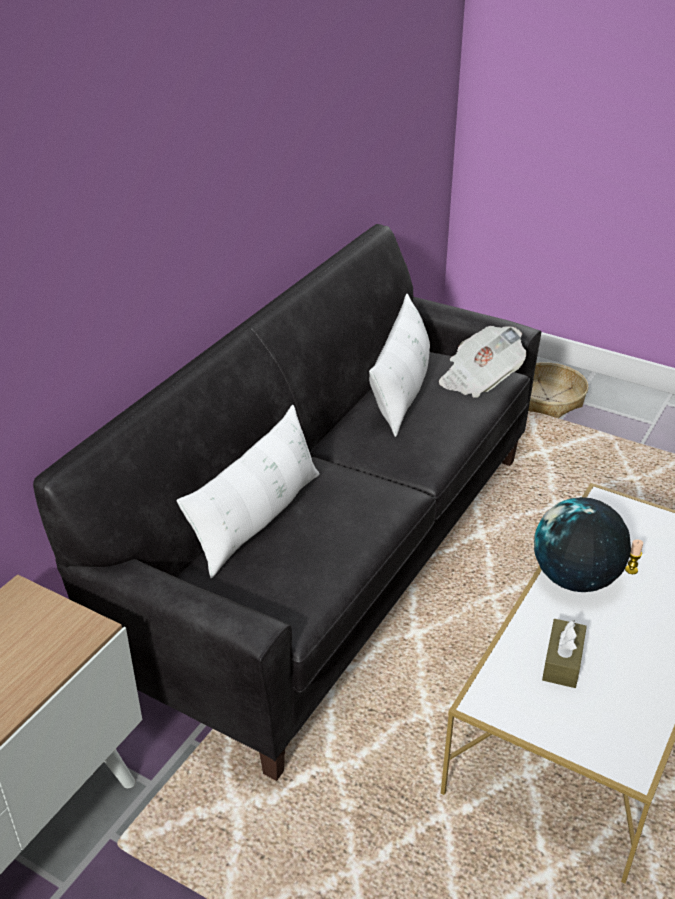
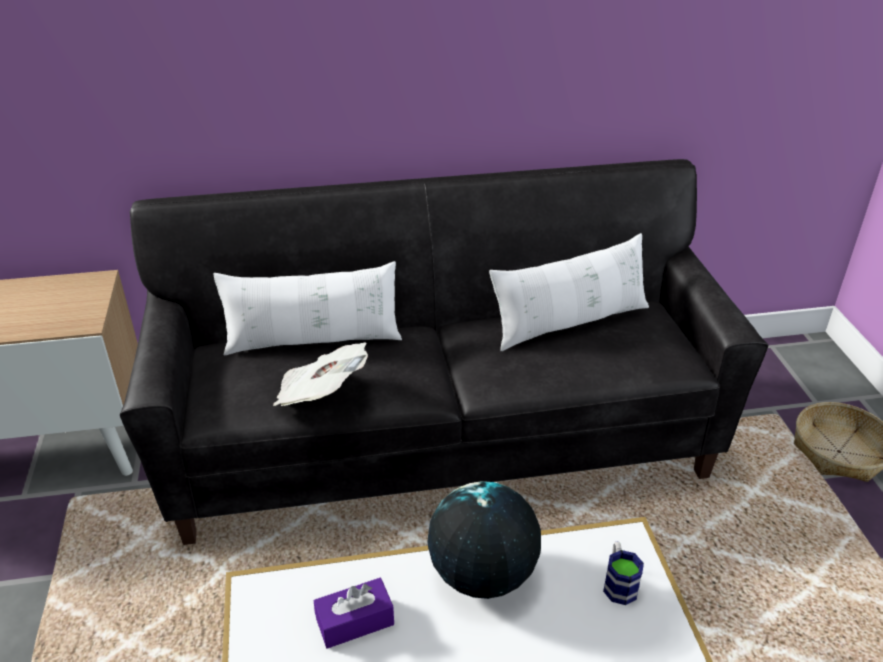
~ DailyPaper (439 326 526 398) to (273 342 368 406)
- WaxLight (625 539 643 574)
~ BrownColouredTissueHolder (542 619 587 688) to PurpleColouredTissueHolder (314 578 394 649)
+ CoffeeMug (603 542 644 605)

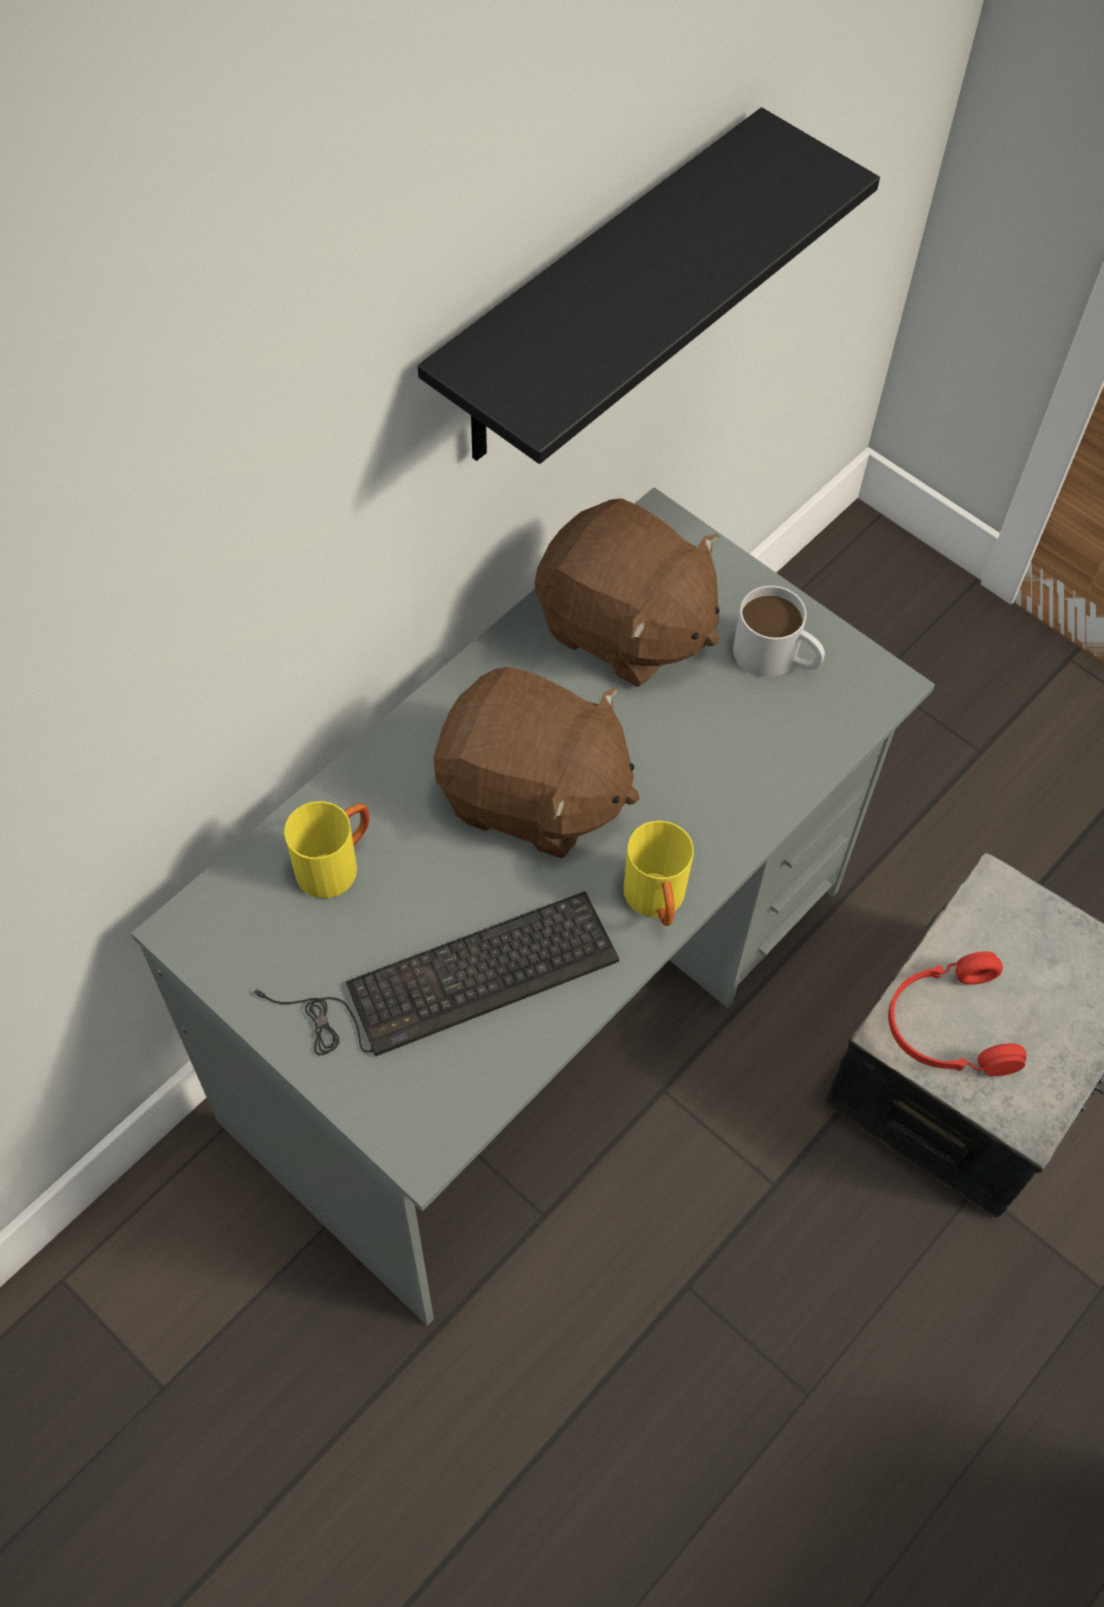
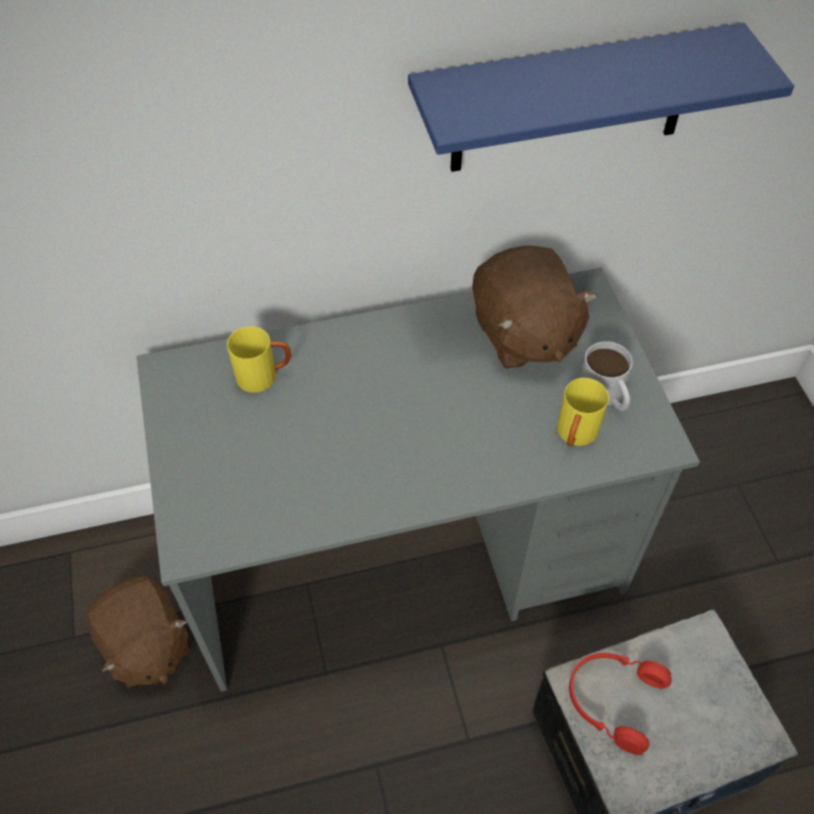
~ BlackishBracketShelf (418 107 880 464) to BlueBracketShelf (408 23 794 172)
~ BrownColouredSoftToy (433 667 640 858) to (87 576 190 688)
~ YellowishCoffeeMug (624 821 694 926) to (557 378 609 446)
- ComputerKeyboard (254 891 619 1057)

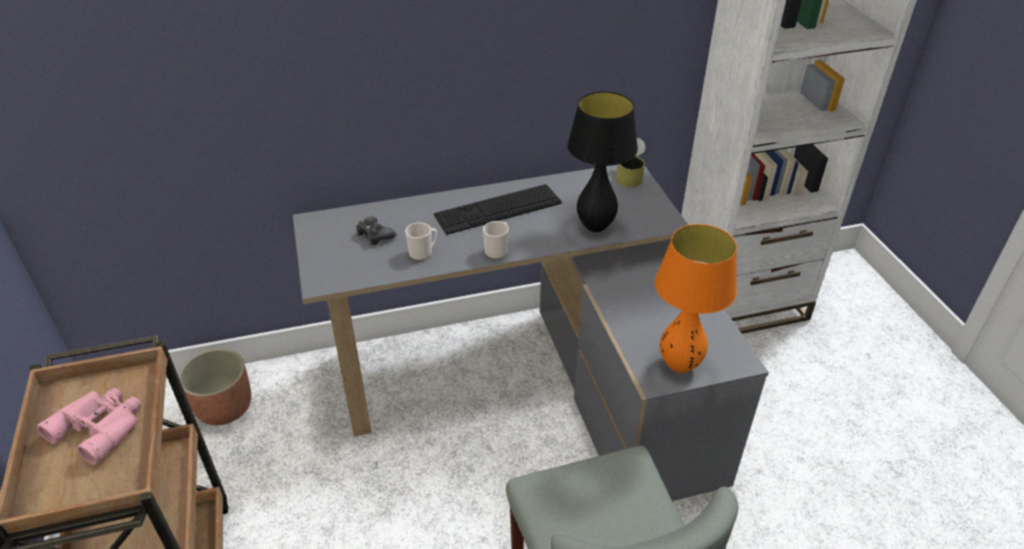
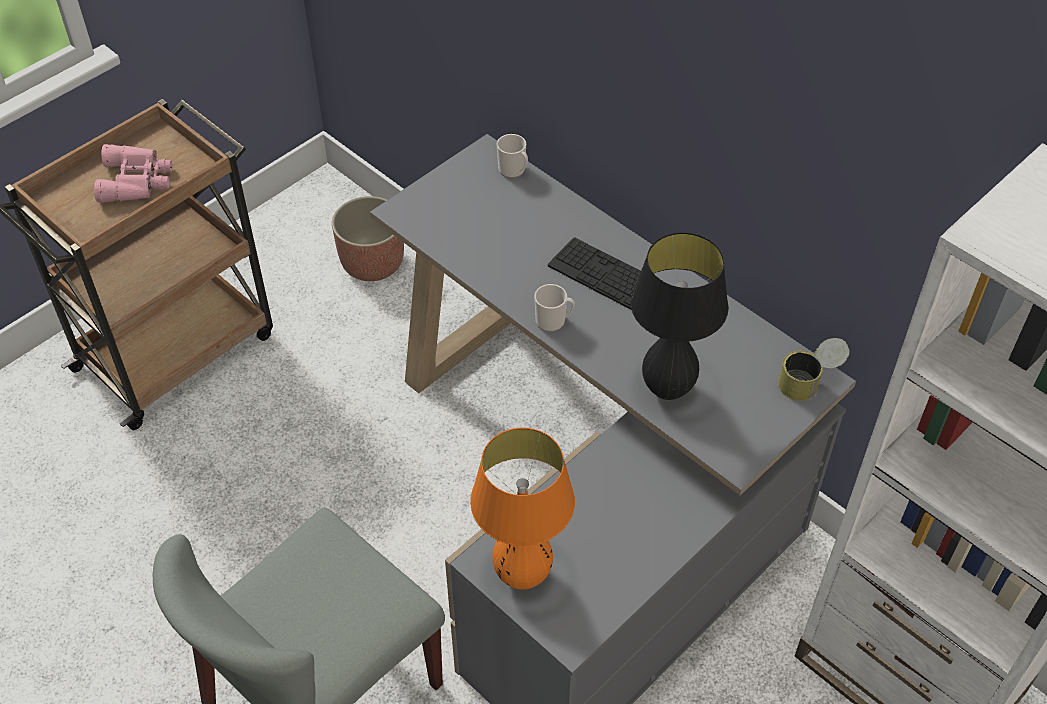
- BlackishJoypad (356 216 397 245)
~ CoffeeMug (405 222 437 260) to (497 134 528 178)

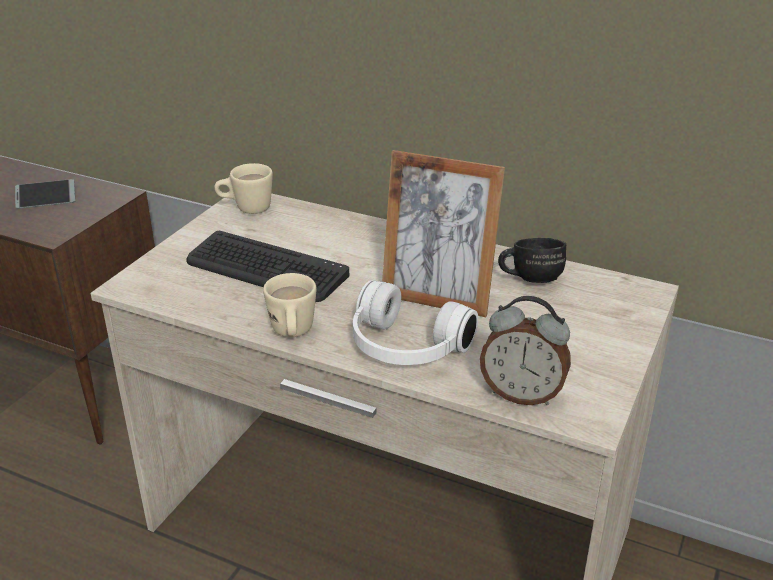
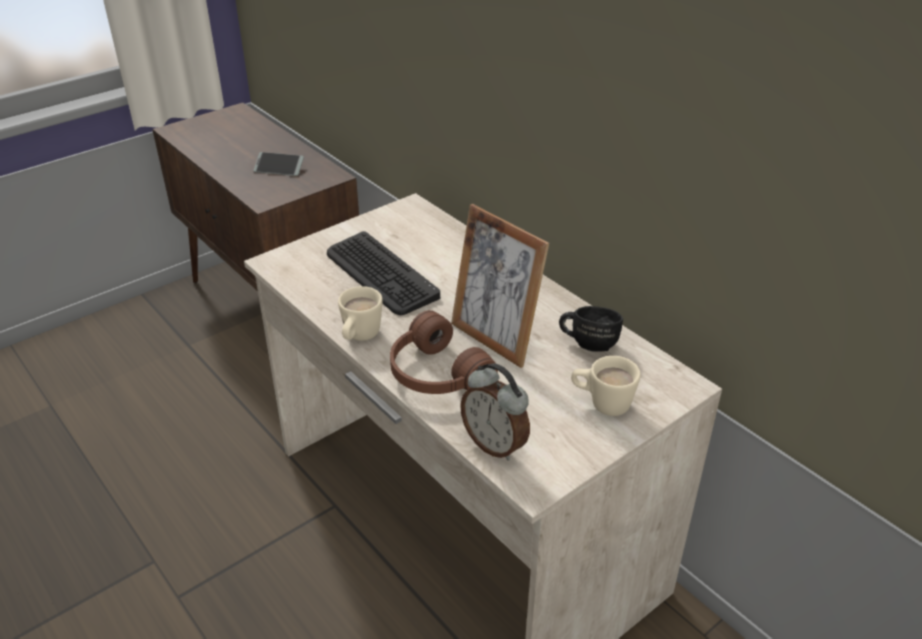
~ SandColouredCoffeeMug (215 163 273 214) to (571 356 641 416)
~ WhiteHeadphones (353 280 478 365) to BrownColouredHeadphones (390 310 498 394)

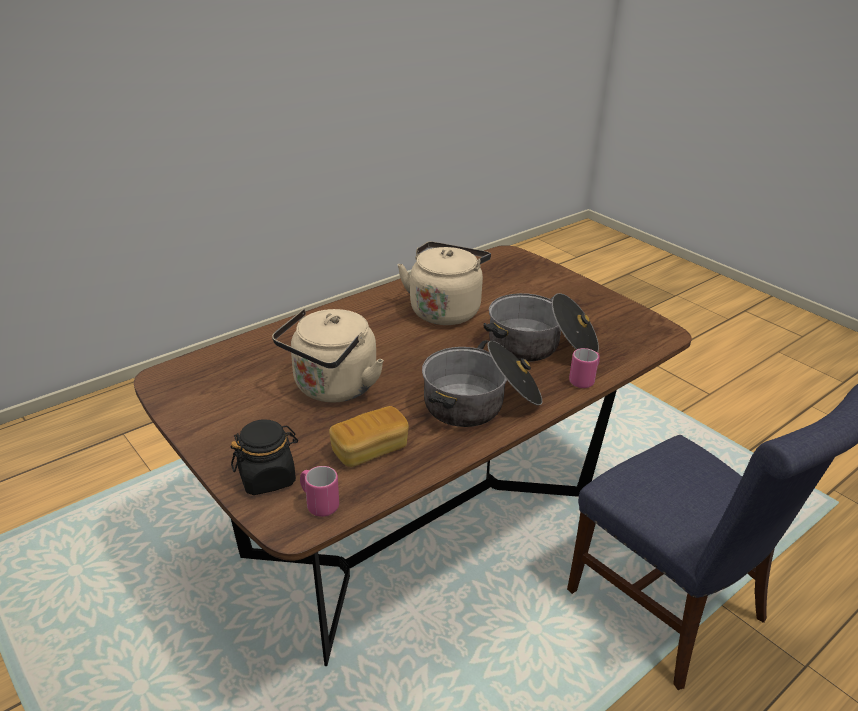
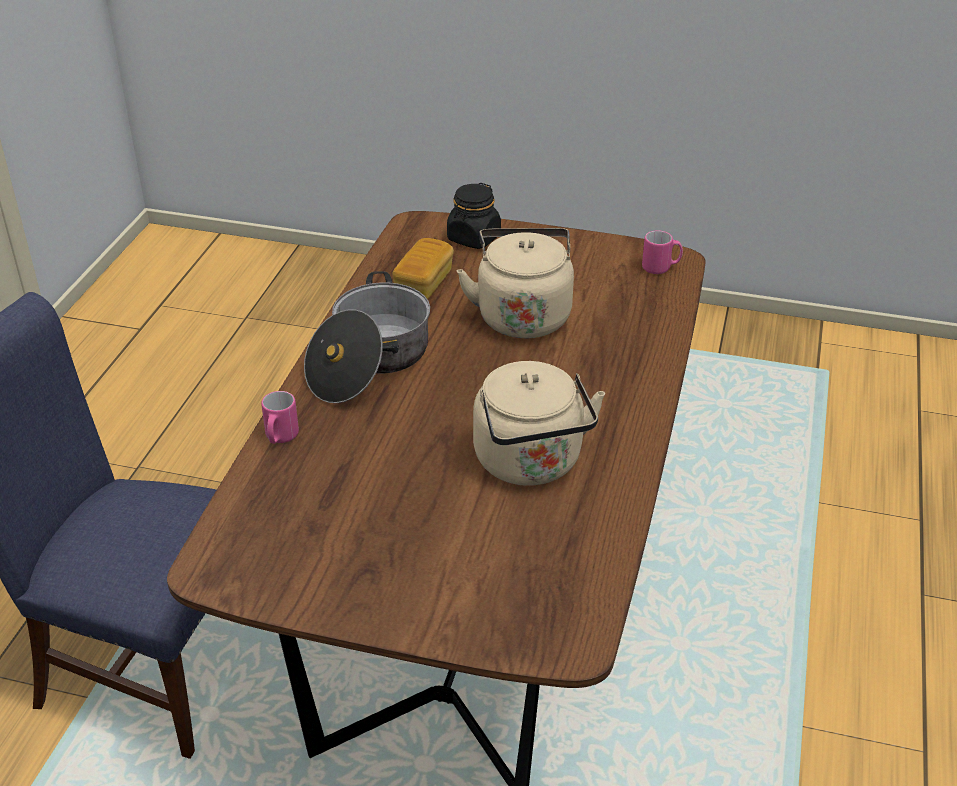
- Stockpot (483 293 599 362)
~ PinkishCoffeeMug (300 466 339 517) to (642 230 683 274)

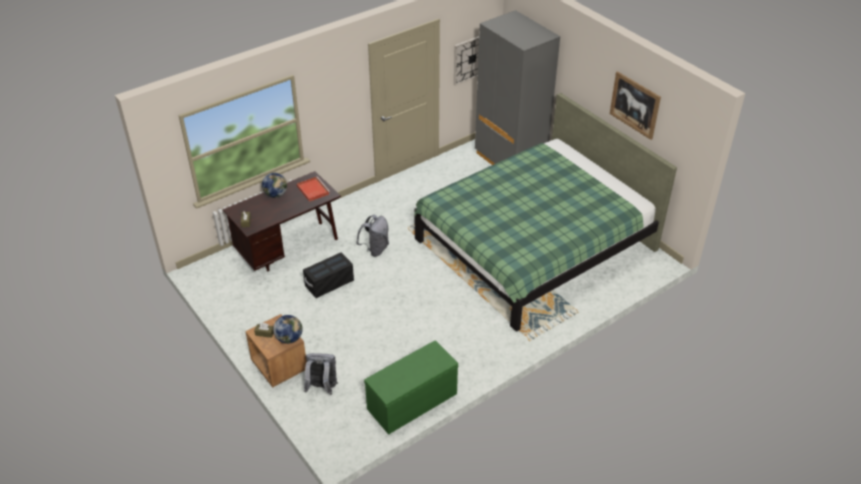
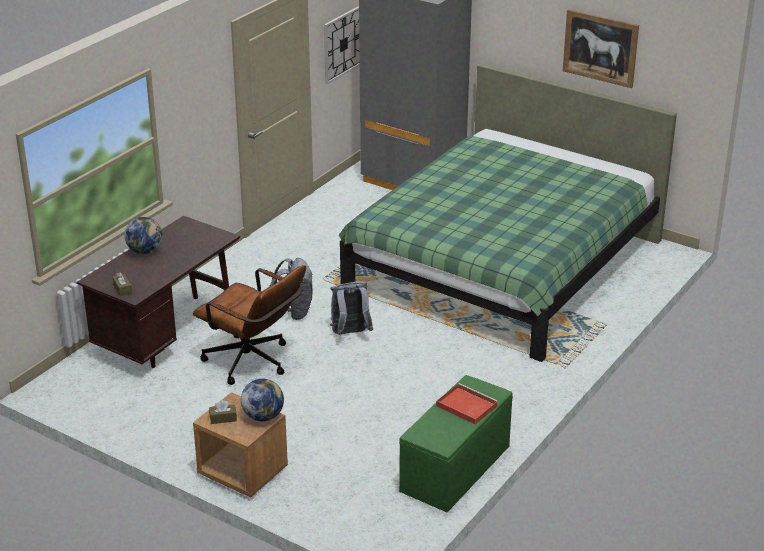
~ RedColouredCarryingTray (297 177 329 202) to (436 383 498 425)
~ BlackishStorageContainer (303 252 354 298) to BrownColouredOfficeChair (193 265 306 385)
~ GreyishKnapsack (304 353 338 395) to (330 281 373 335)

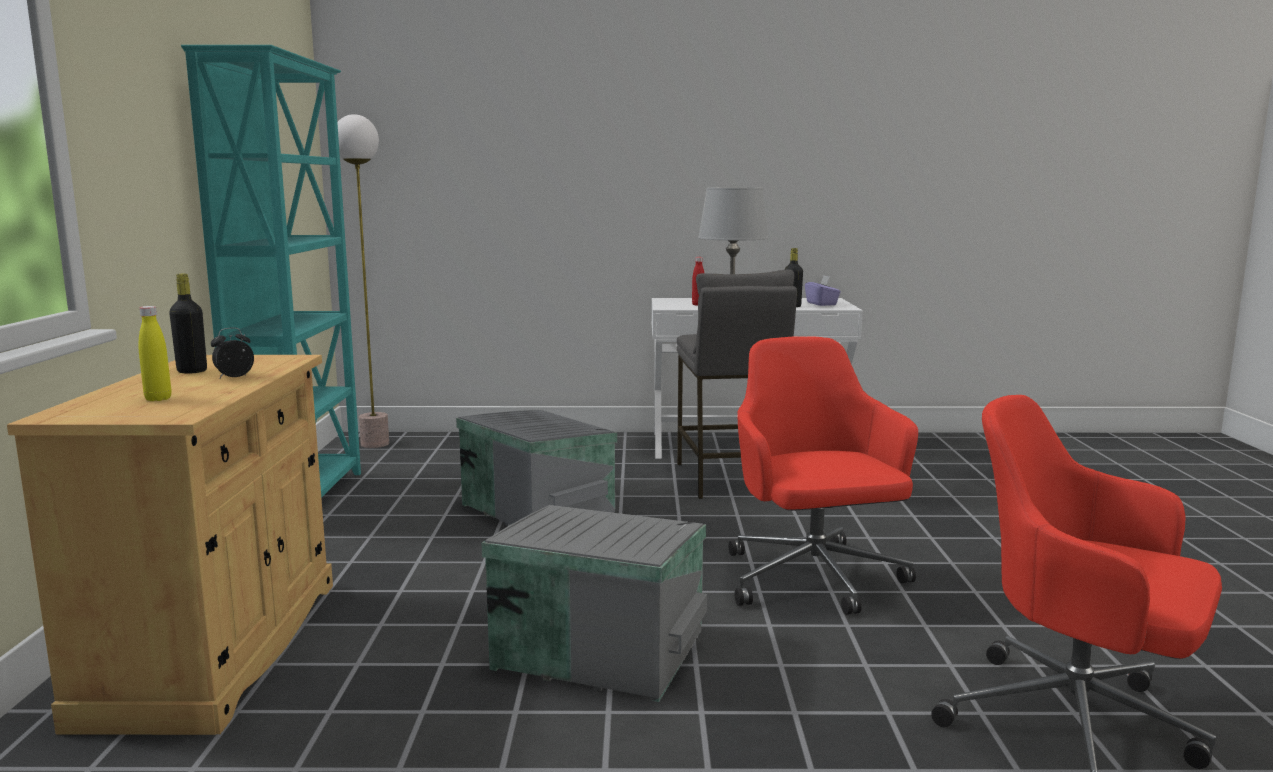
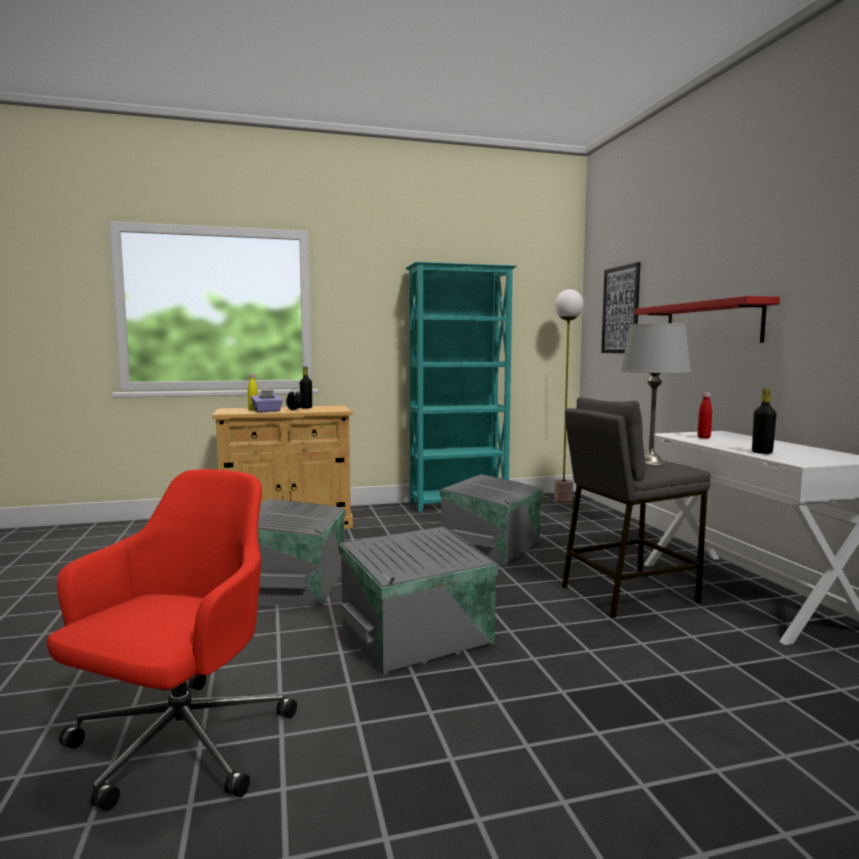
~ PurpleColouredTissueHolder (805 276 841 306) to (251 390 283 412)
~ RedColouredOfficeChair (729 336 918 615) to GreyishStorageContainer (339 527 498 675)
+ WallPicture (601 262 641 353)
+ RedColouredBracketShelf (635 296 780 343)

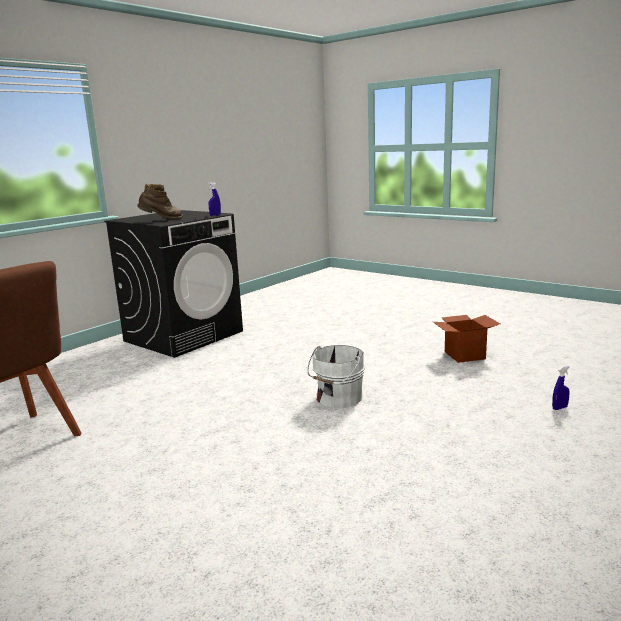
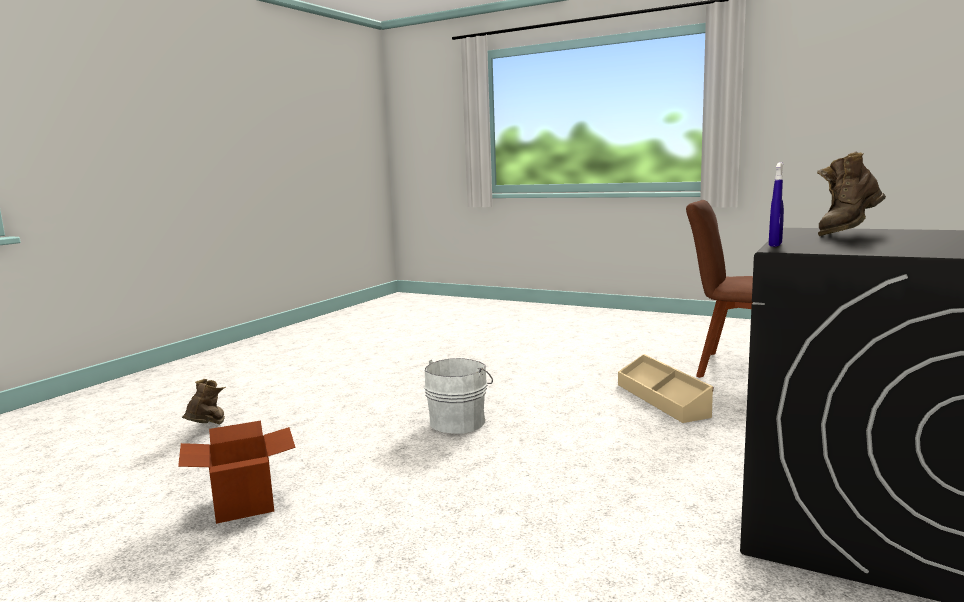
~ BlueHandSprayer (552 366 570 410) to BrownColouredBoot (182 379 226 425)
+ SandColouredStorageContainer (618 354 713 423)

